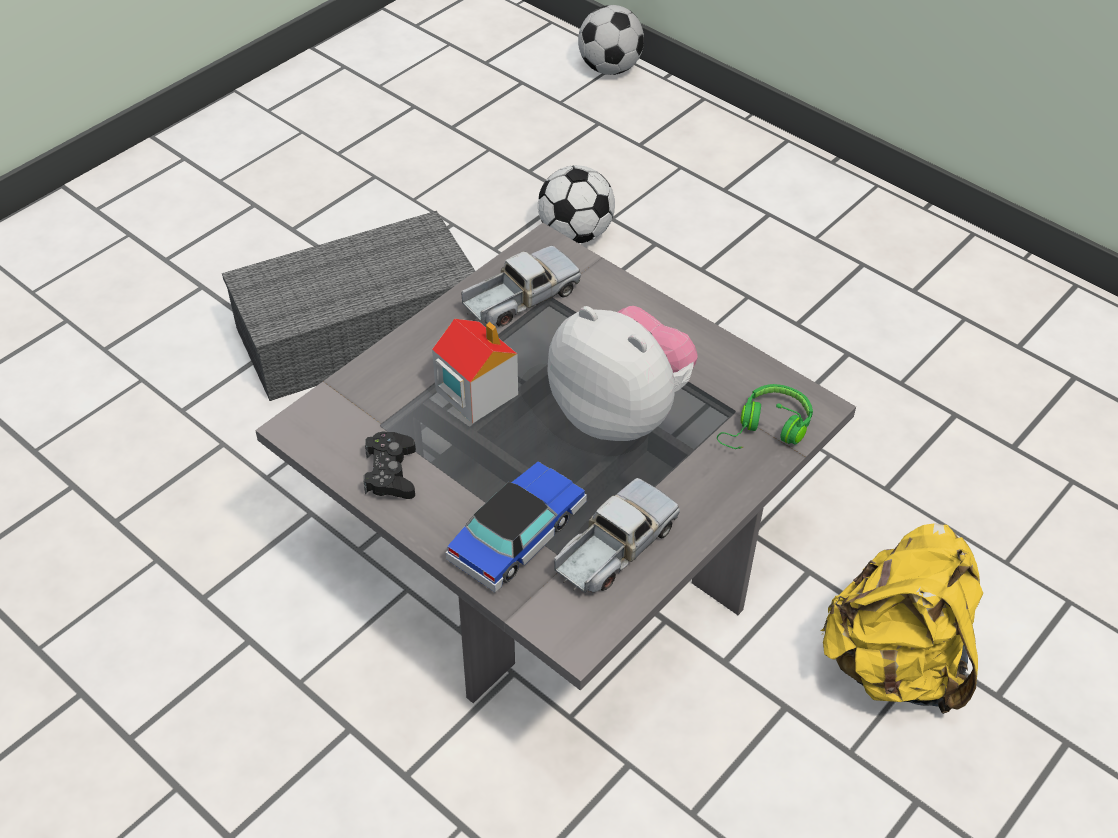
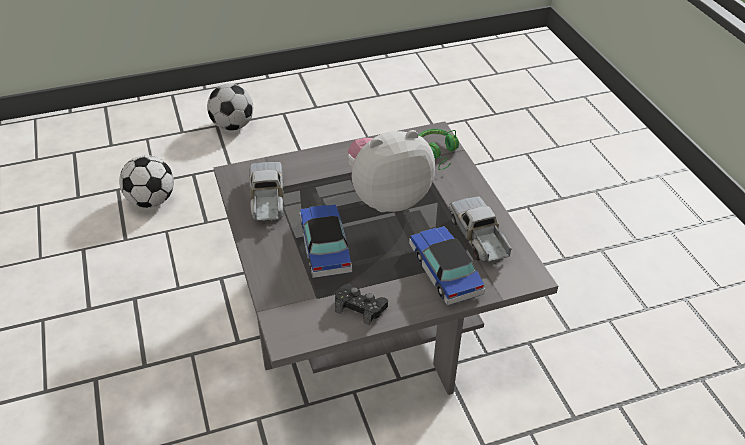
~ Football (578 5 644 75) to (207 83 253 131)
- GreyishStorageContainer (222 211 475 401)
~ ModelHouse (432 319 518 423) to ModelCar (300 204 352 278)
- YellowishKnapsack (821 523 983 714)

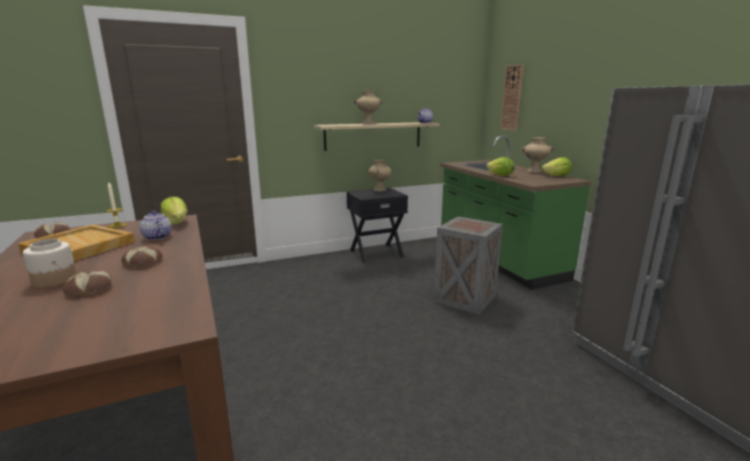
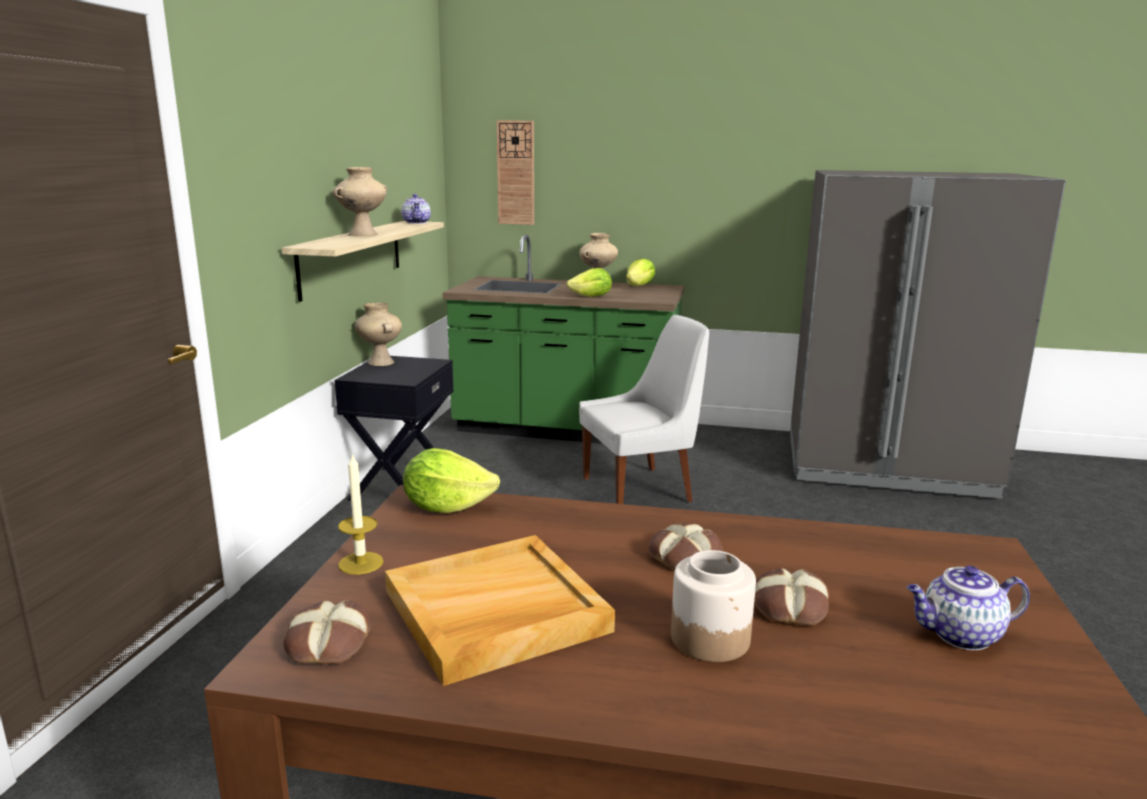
~ TeaPot (140 211 172 240) to (907 566 1030 650)
~ ShippingCrate (434 216 503 315) to WhiteChair (579 315 709 504)

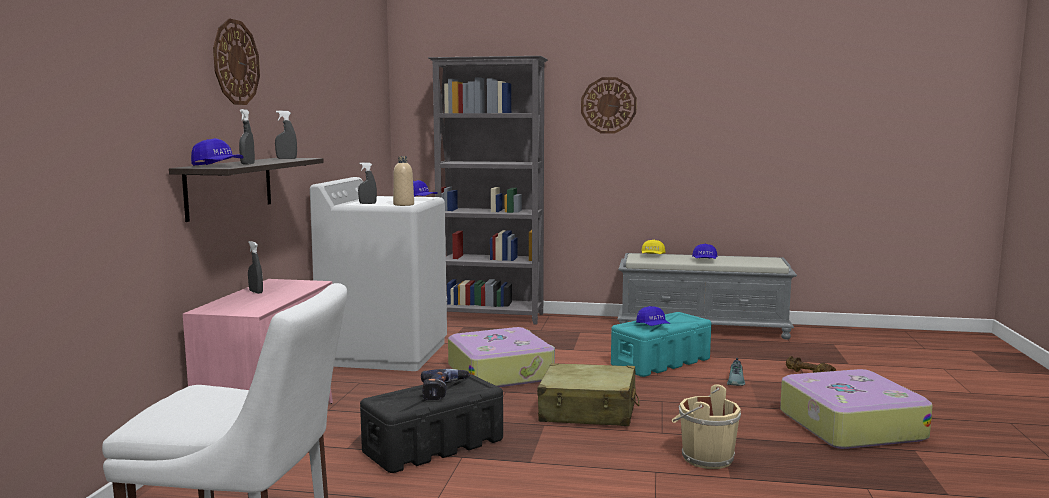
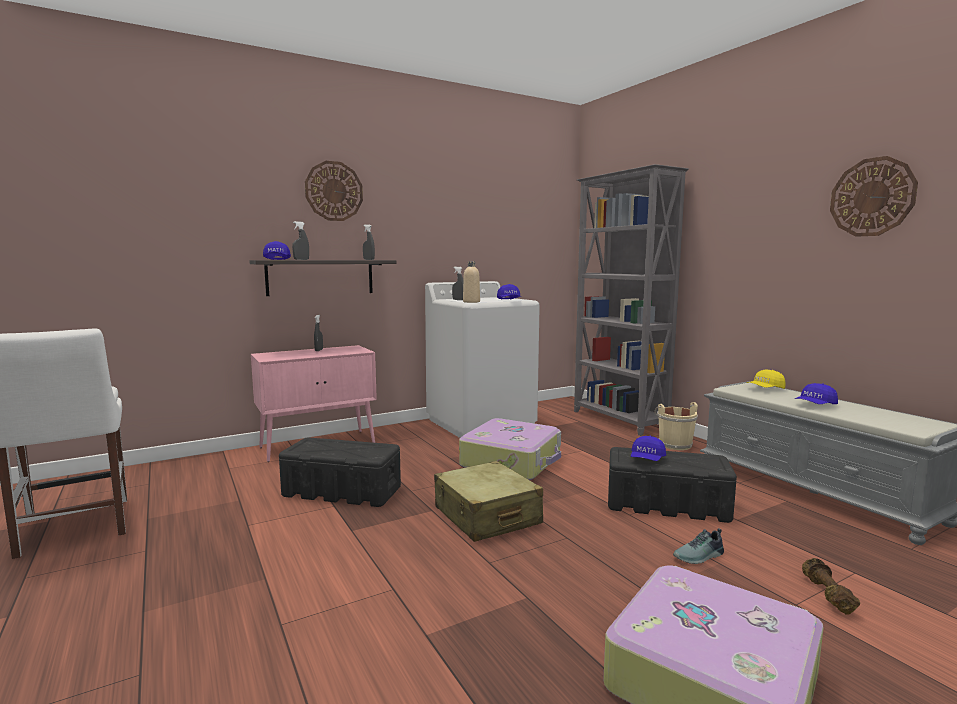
~ HangingClock (581 77 637 133) to (830 156 918 237)
~ TurquoiseStorageContainer (611 312 711 377) to BlackishStorageContainer (608 447 737 523)
- PowerDrill (421 369 470 400)
~ SandColouredBucket (672 384 741 469) to (654 402 698 450)

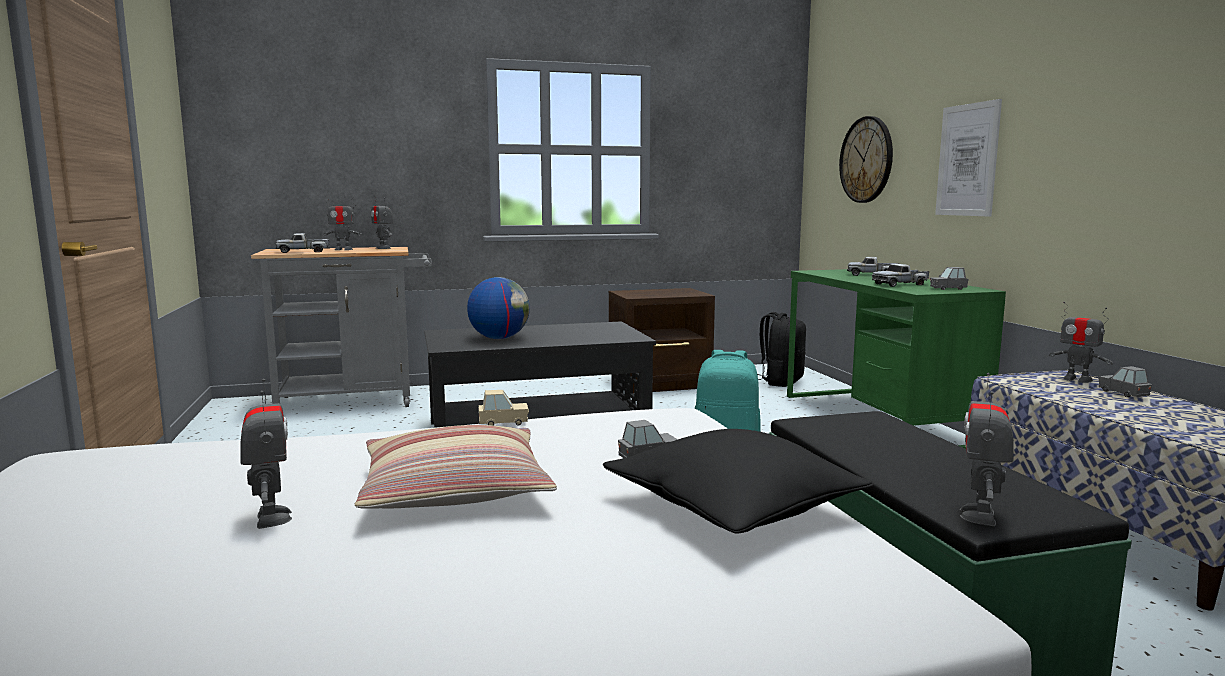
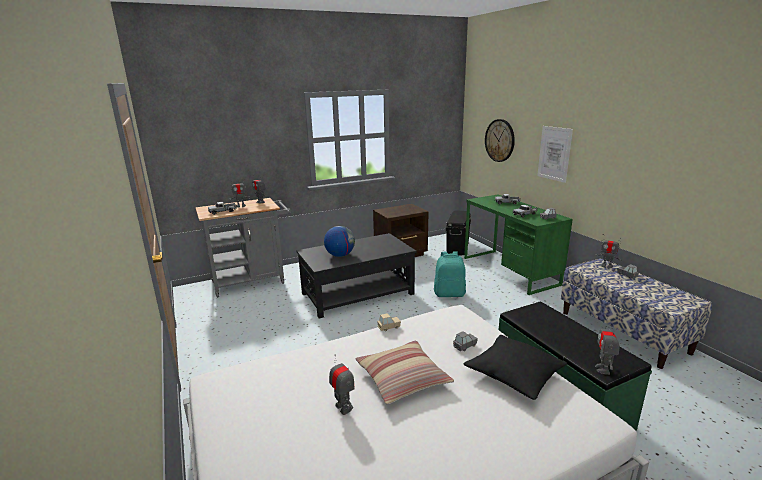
~ BlackishKnapsack (757 312 806 387) to BlackishStorageContainer (446 210 471 255)

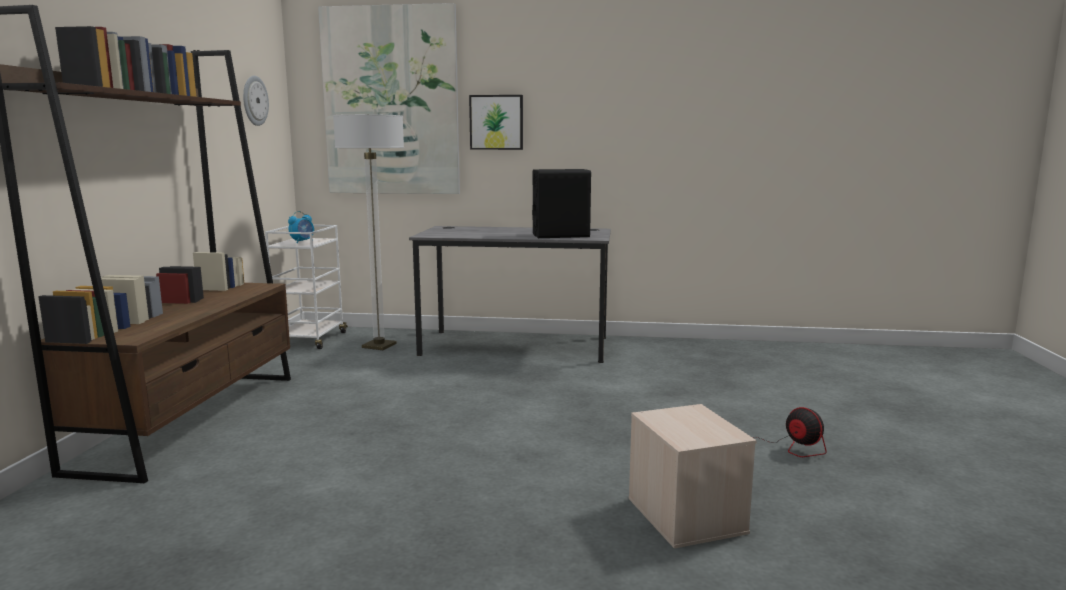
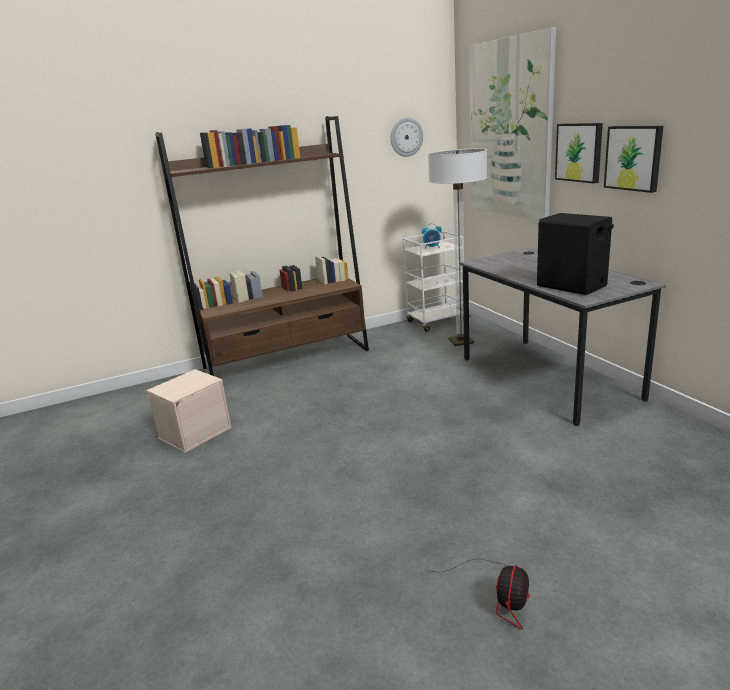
~ SandColouredStorageContainer (629 404 757 548) to (146 369 232 453)
+ WallPicture (604 126 663 193)

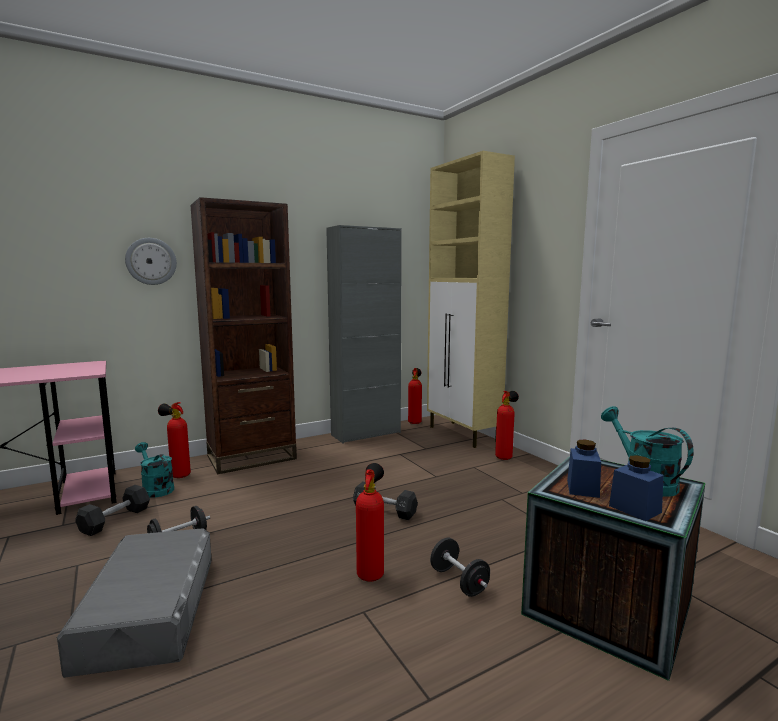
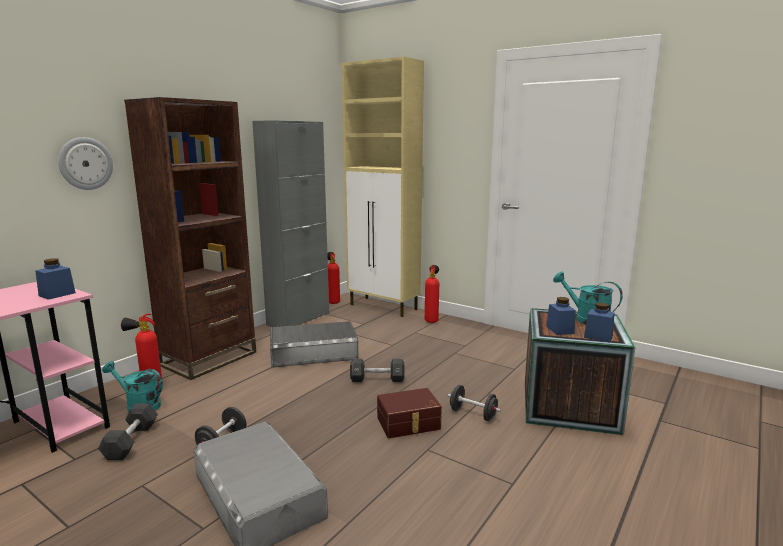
~ FireFightingCylinder (356 463 384 582) to BrownColouredStorageContainer (377 388 442 438)
+ BluePreserveJar (35 258 76 300)
+ GreyishStorageContainer (270 321 359 368)

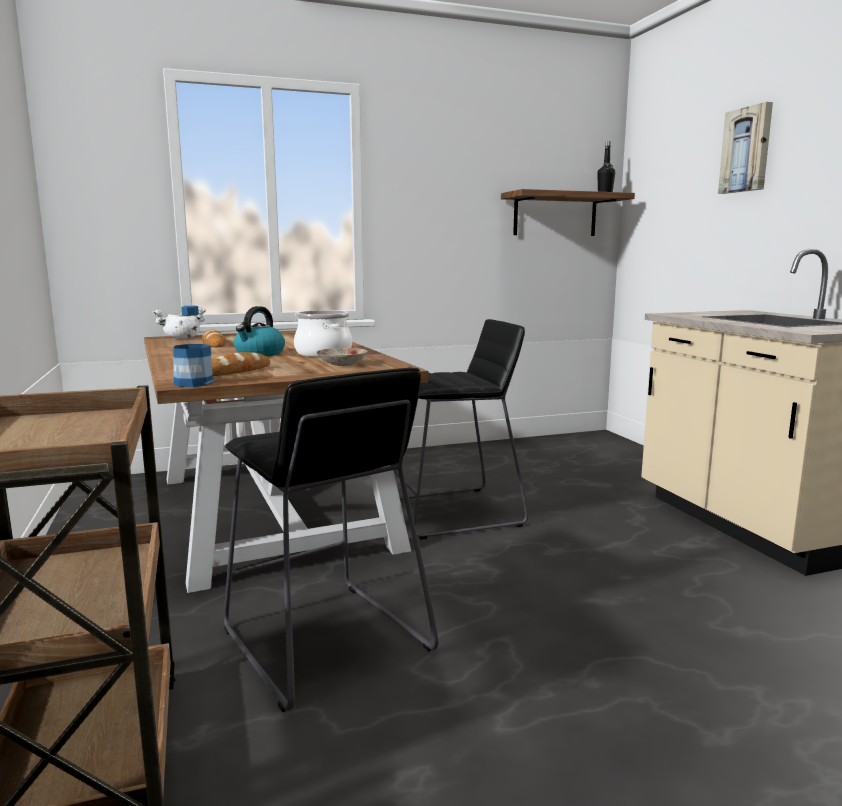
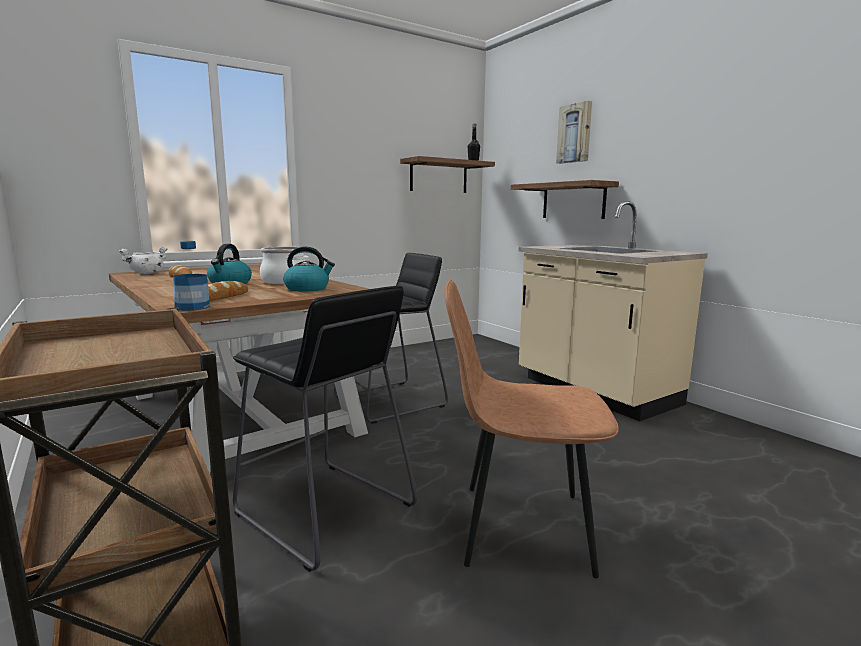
~ FlatDish (317 348 367 366) to WaterKettle (283 246 335 292)
+ BracketShelf (511 180 619 219)
+ BrownColouredChair (444 279 619 578)

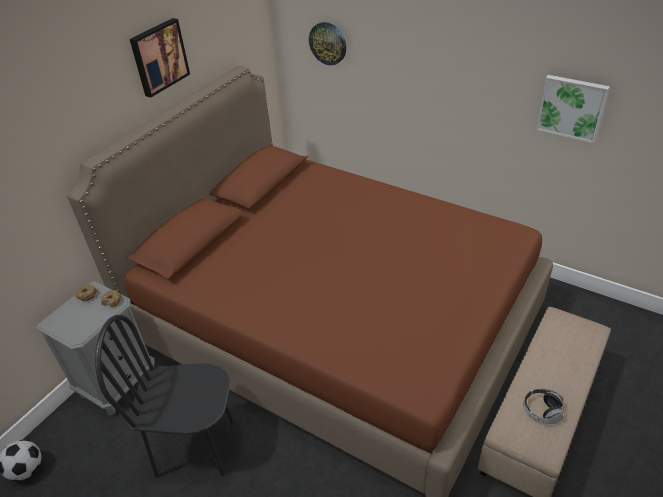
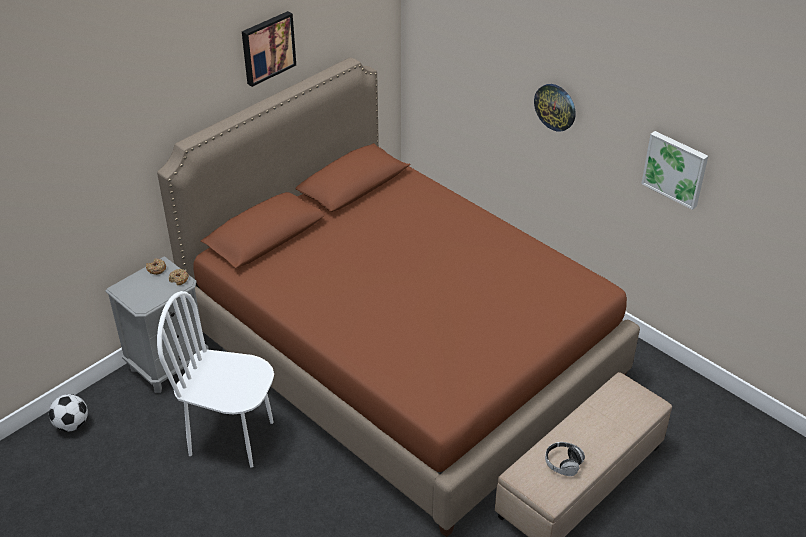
~ HangingClock (309 22 346 65) to (534 84 576 132)
~ BlackishChair (95 315 234 478) to WhiteChair (157 291 274 468)

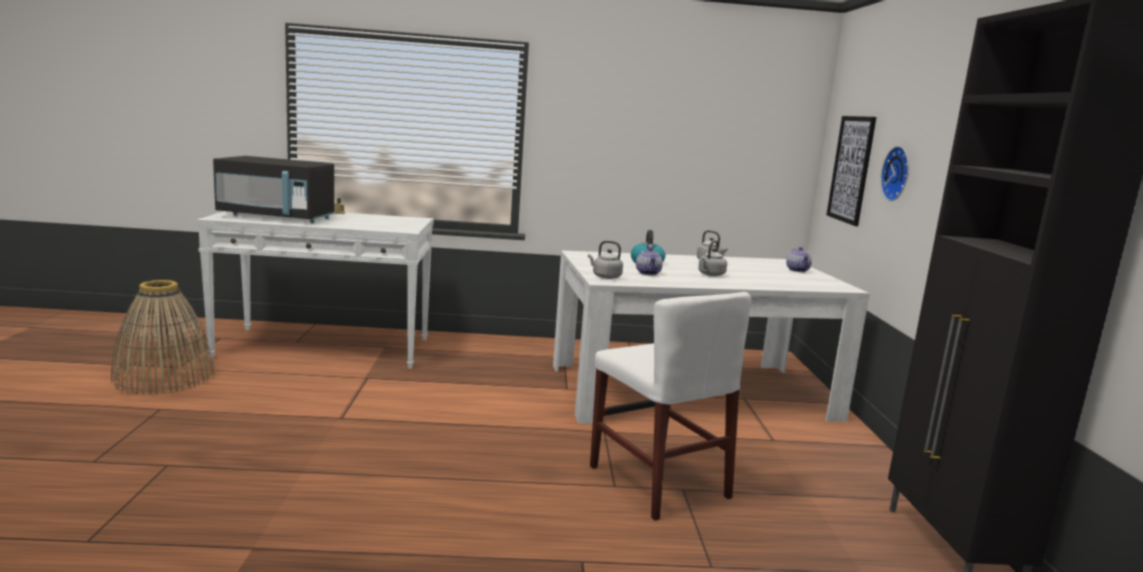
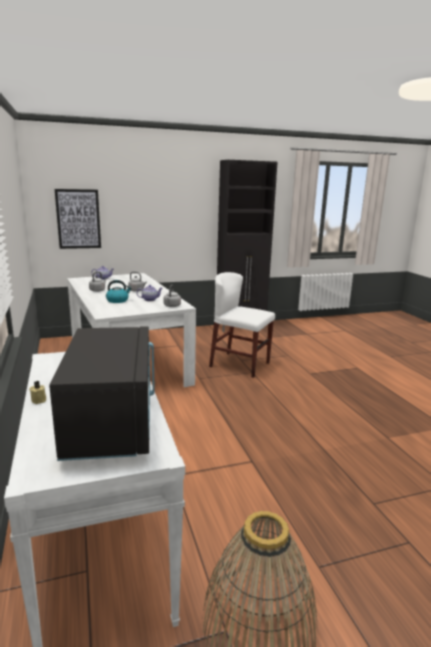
- HangingClock (880 146 909 201)
~ WhiteChair (590 292 751 521) = (209 272 275 378) 105 degrees counterclockwise

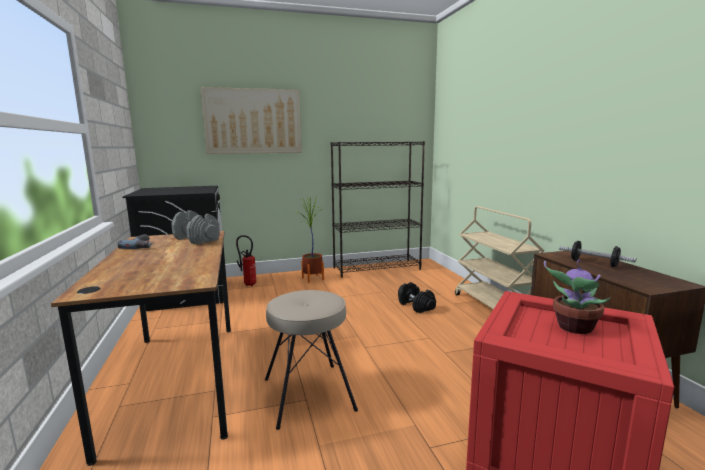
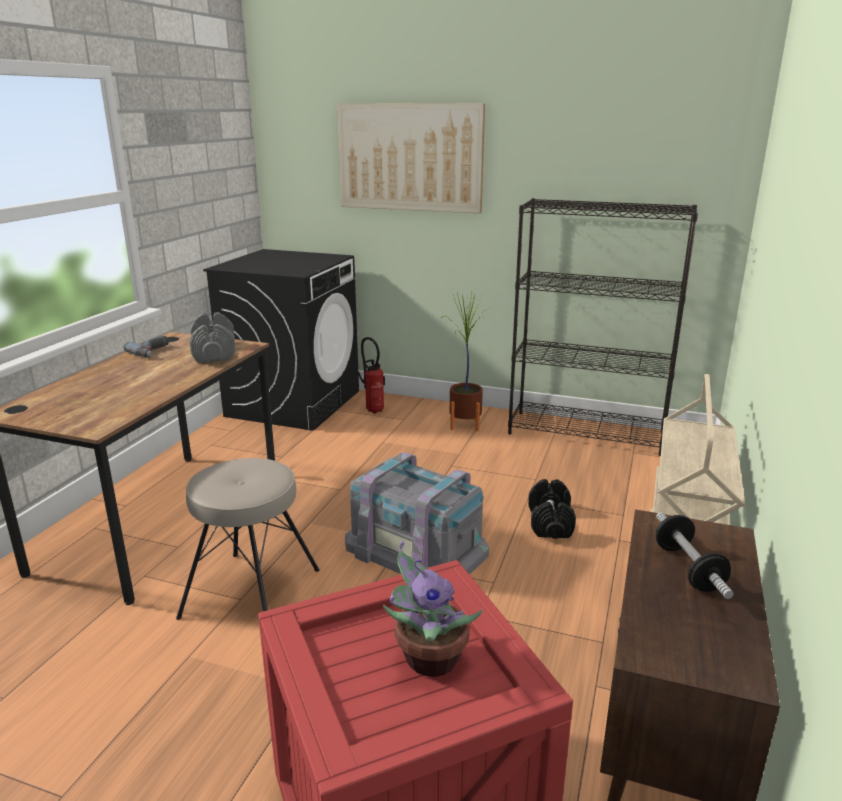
+ GreyishStorageContainer (345 452 489 575)

